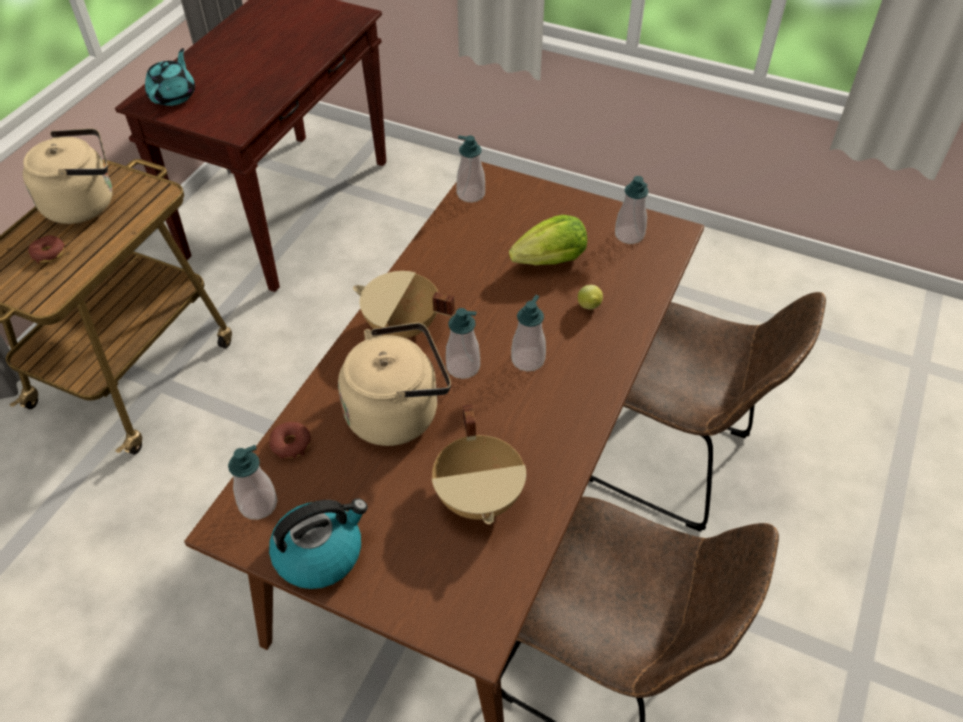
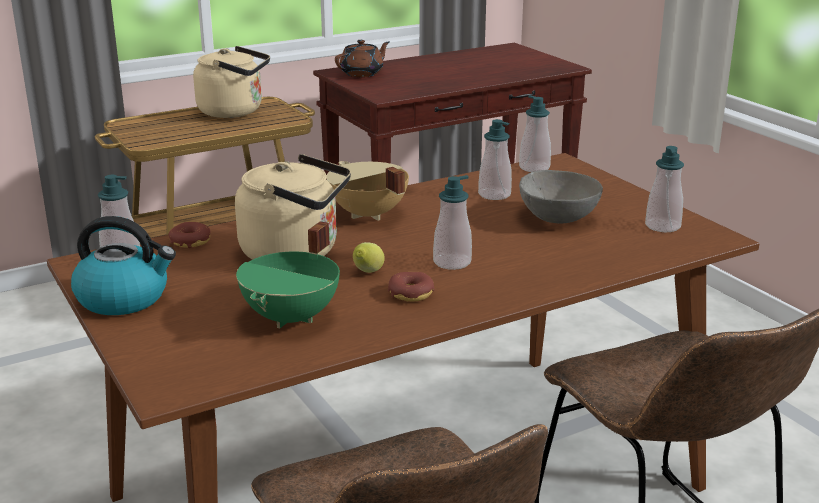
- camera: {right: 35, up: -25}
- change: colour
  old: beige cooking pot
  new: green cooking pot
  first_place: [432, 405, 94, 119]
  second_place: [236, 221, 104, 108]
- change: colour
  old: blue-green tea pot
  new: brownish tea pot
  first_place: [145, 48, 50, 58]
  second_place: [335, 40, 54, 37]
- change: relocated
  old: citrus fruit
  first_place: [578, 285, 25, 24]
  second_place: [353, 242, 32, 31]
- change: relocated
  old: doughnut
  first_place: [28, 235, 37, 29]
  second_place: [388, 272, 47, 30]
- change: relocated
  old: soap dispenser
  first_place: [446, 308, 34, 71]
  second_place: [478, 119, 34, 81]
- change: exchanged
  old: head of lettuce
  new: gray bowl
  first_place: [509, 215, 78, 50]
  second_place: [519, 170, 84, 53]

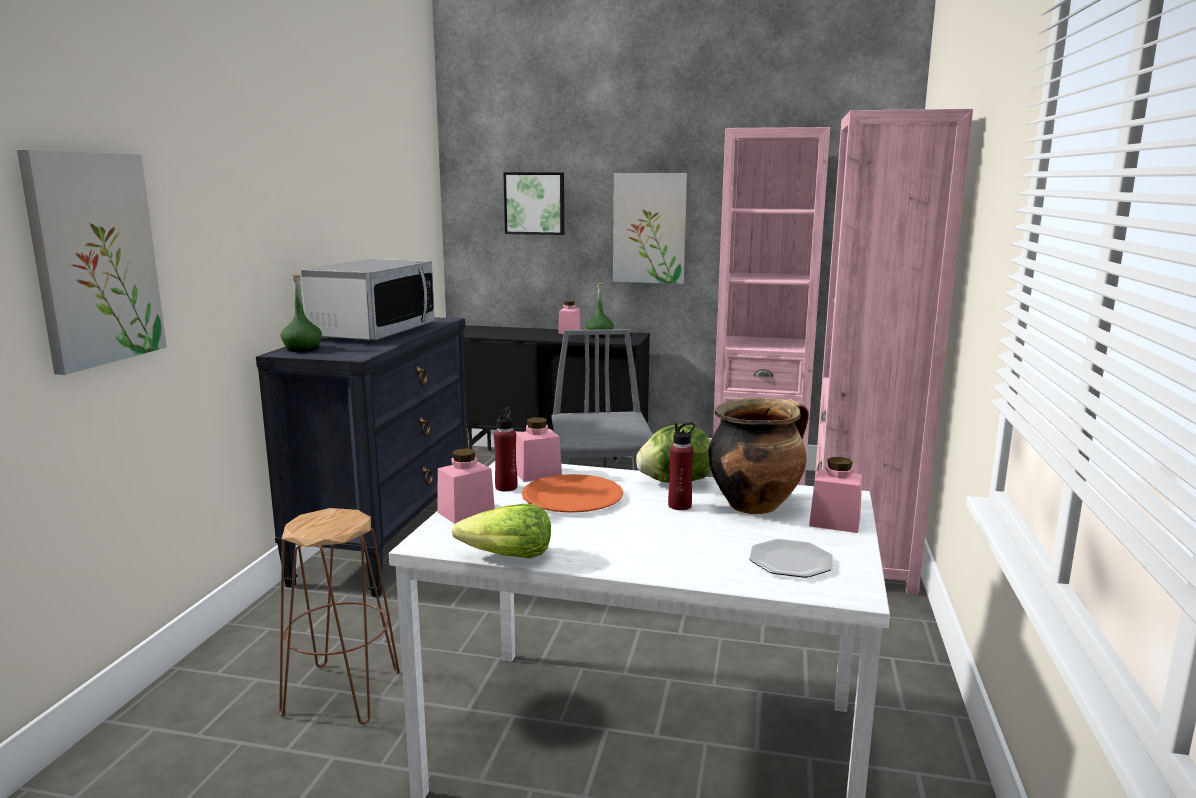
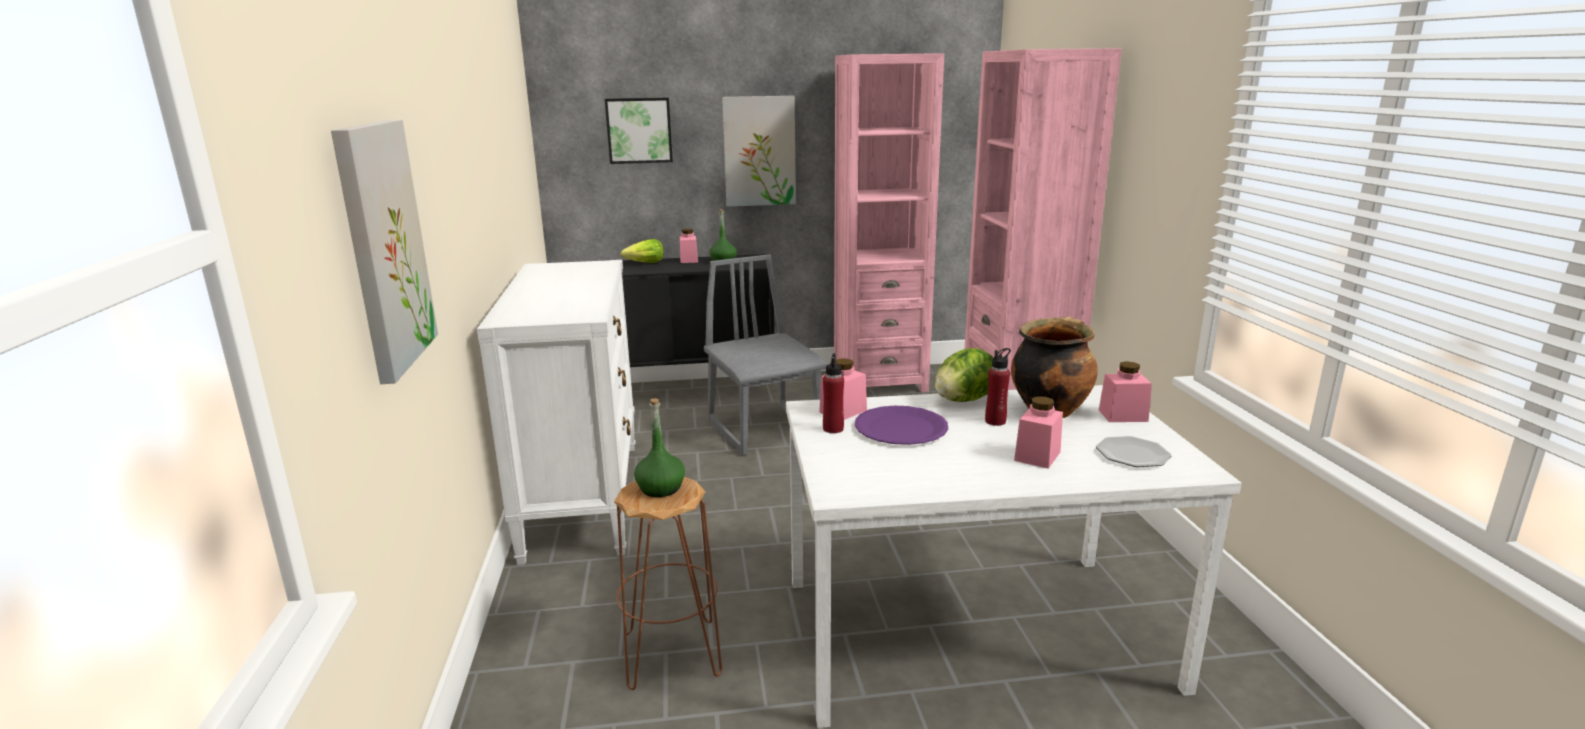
- camera: {right: -20, up: 5}
- change: colour
  old: blackish drawer chest
  new: whitish drawer chest
  first_place: [256, 317, 212, 280]
  second_place: [477, 260, 158, 305]
- change: relocated
  old: head of lettuce
  first_place: [452, 504, 99, 54]
  second_place: [621, 239, 43, 24]
- change: relocated
  old: green drink bottle
  first_place: [281, 274, 41, 78]
  second_place: [634, 398, 51, 99]
- change: colour
  old: orange-coloured dinner plate
  new: purple-coloured dinner plate
  first_place: [522, 474, 101, 39]
  second_place: [855, 406, 93, 39]
- change: relocated
  old: pink storage jar
  first_place: [438, 448, 57, 76]
  second_place: [1014, 396, 49, 73]
- change: missing
  old: microwave oven
  first_place: [301, 259, 134, 83]

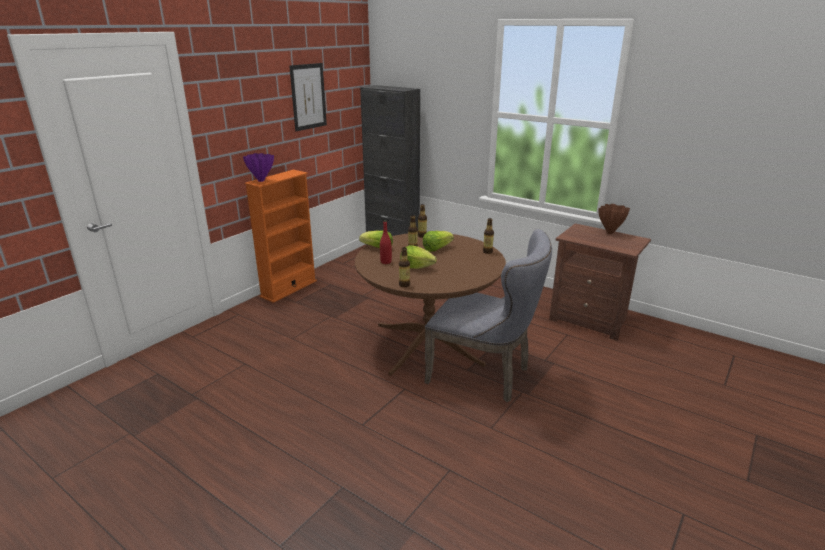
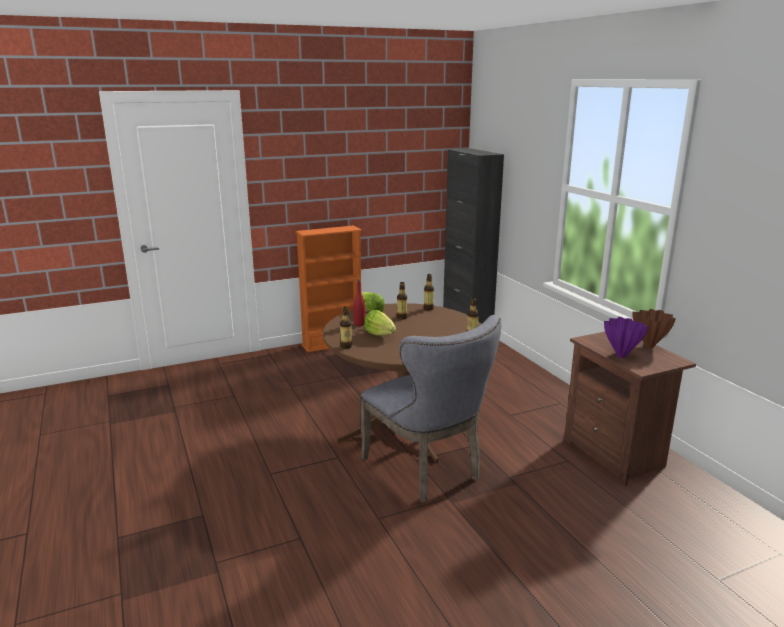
- camera: {right: 30, up: -5}
- change: relocated
  old: purple-coloured vase
  first_place: [243, 153, 31, 29]
  second_place: [604, 317, 45, 41]
- change: missing
  old: picture
  first_place: [289, 63, 38, 68]
- change: missing
  old: head of lettuce
  first_place: [423, 231, 31, 21]

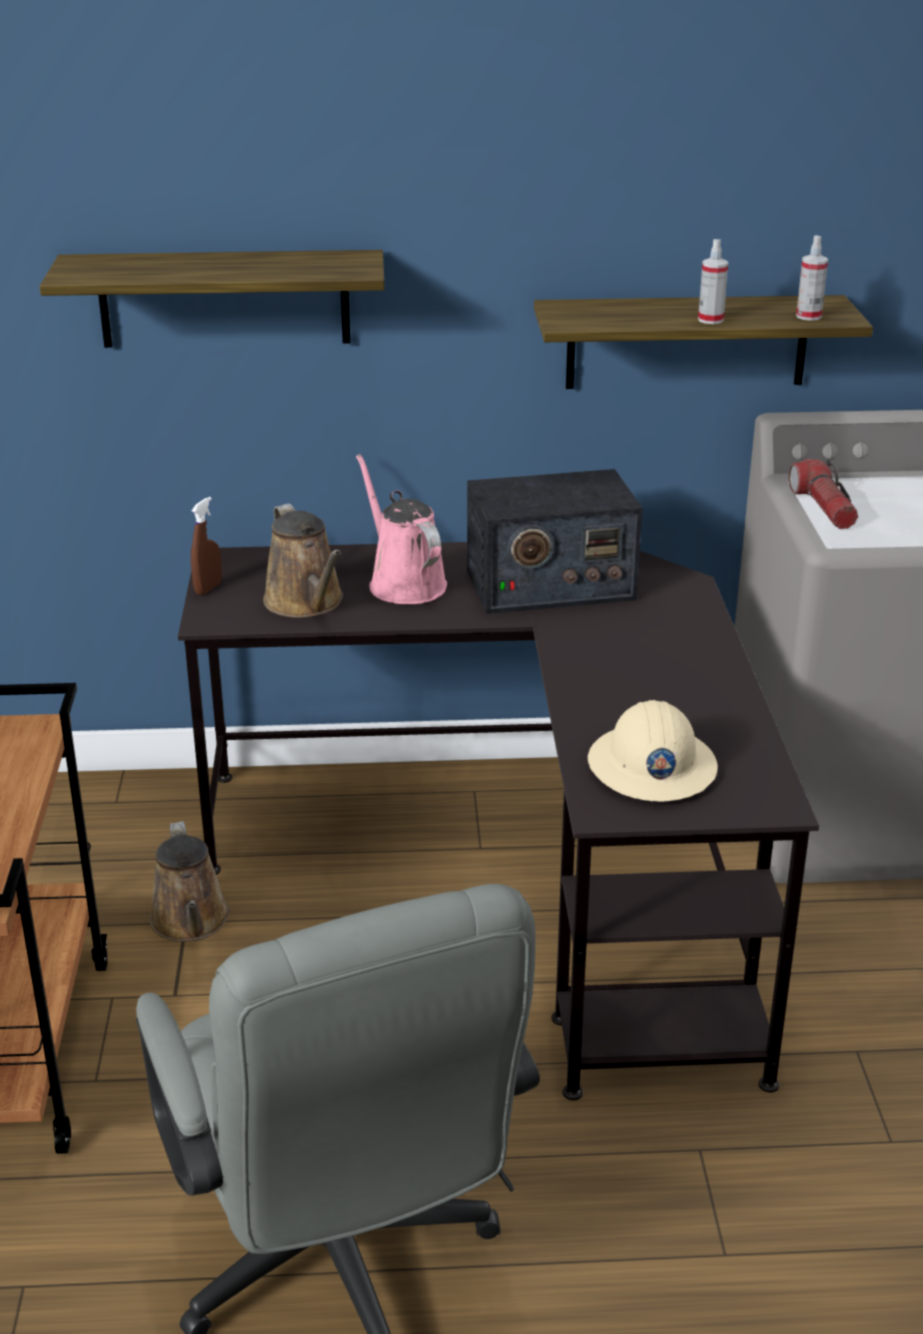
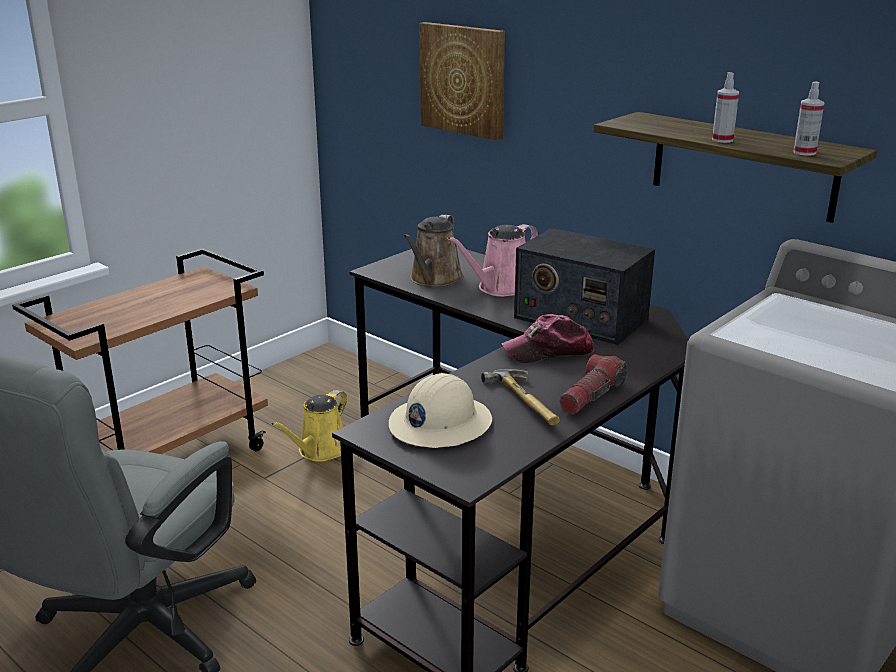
- camera: {right: 45, up: -5}
- change: colour
  old: brownish sprinkling can
  new: yellow-coloured sprinkling can
  first_place: [150, 821, 80, 121]
  second_place: [271, 390, 76, 72]
- change: exchanged
  old: bracket shelf
  new: picture
  first_place: [40, 250, 344, 98]
  second_place: [419, 22, 86, 118]
- change: spun
  old: pink sprinkling can
  first_place: [356, 454, 91, 150]
  second_place: [447, 224, 91, 73]
  degrees: -150
- change: appeared
  new: hammer
  second_place: [481, 369, 79, 56]
- change: appeared
  new: cap
  second_place: [501, 314, 93, 49]
- change: relocated
  old: flashlight
  first_place: [789, 459, 69, 70]
  second_place: [559, 354, 68, 60]
- change: missing
  old: brownish hand sprayer
  first_place: [191, 497, 31, 98]

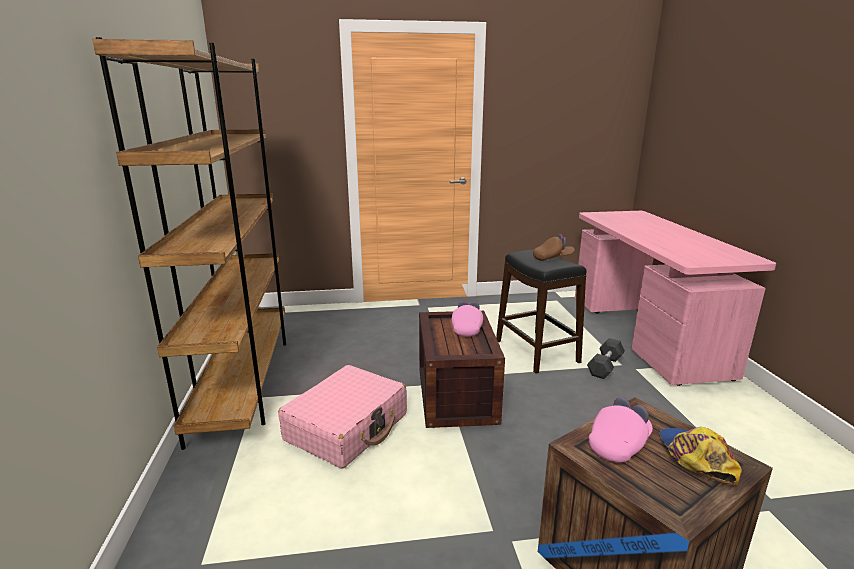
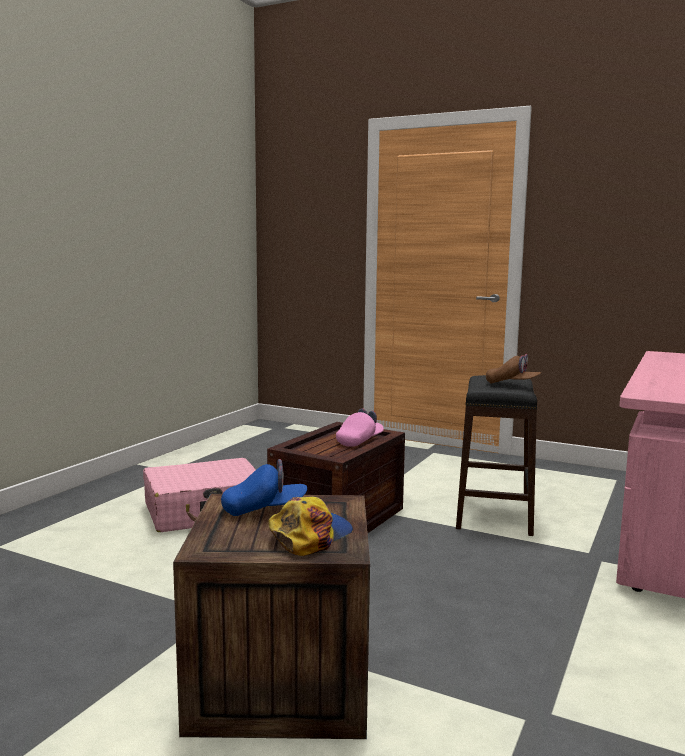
- camera: {right: 35, up: -10}
- change: colour
  old: pink cap
  new: blue cap
  first_place: [589, 397, 64, 66]
  second_place: [221, 459, 86, 57]
- change: missing
  old: brownish bookshelf
  first_place: [92, 37, 194, 413]
- change: missing
  old: blackish free weight
  first_place: [587, 338, 38, 41]

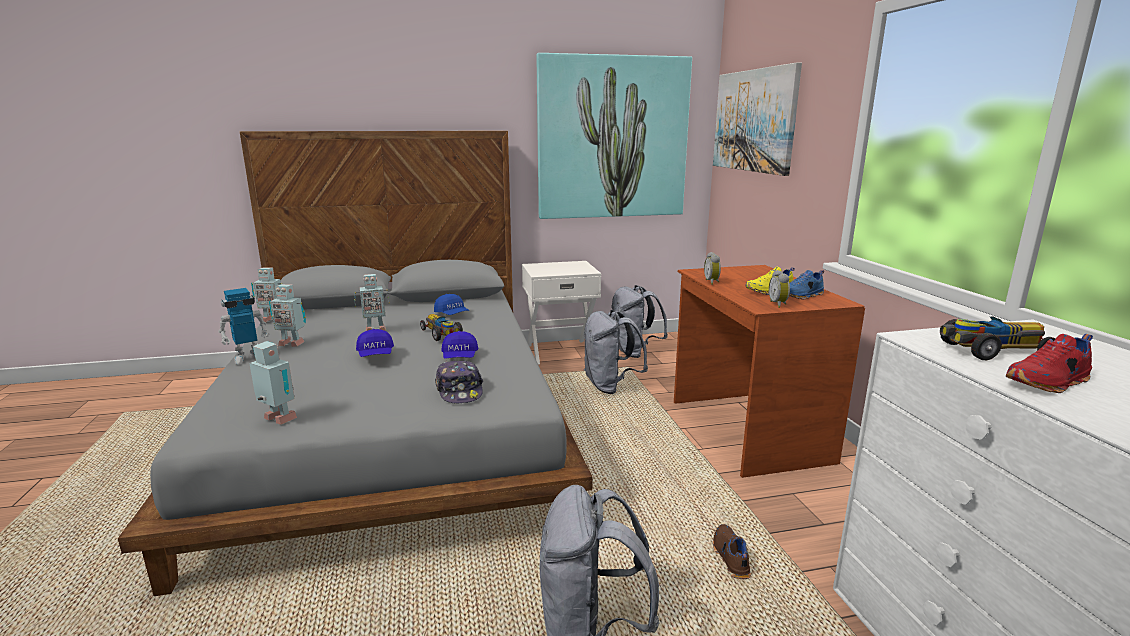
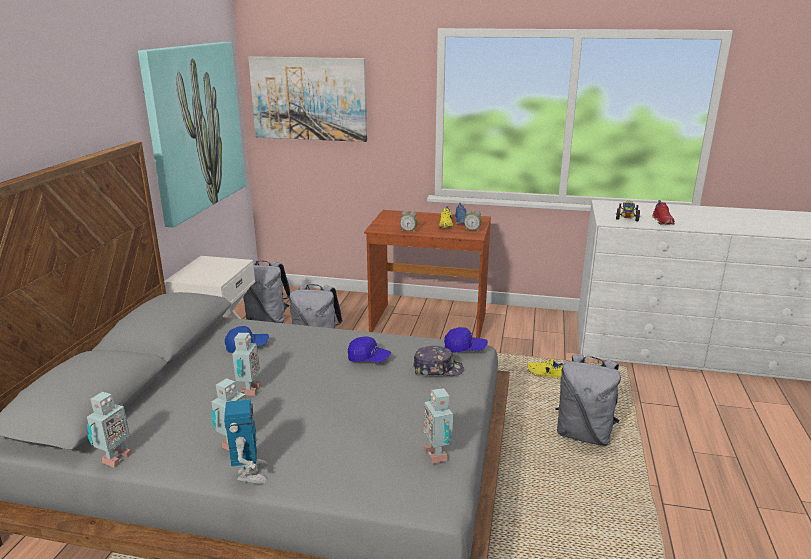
- camera: {right: -65, up: 5}
- change: spun
  old: robot figure
  first_place: [249, 341, 48, 84]
  second_place: [423, 388, 30, 76]
  degrees: -75
- change: relocated
  old: blue cap
  first_place: [356, 329, 38, 28]
  second_place: [444, 327, 44, 25]
- change: colour
  old: brownish low shoe
  new: yellow-coloured low shoe
  first_place: [713, 524, 38, 55]
  second_place: [527, 359, 37, 20]
- change: missing
  old: toy car
  first_place: [420, 314, 43, 27]

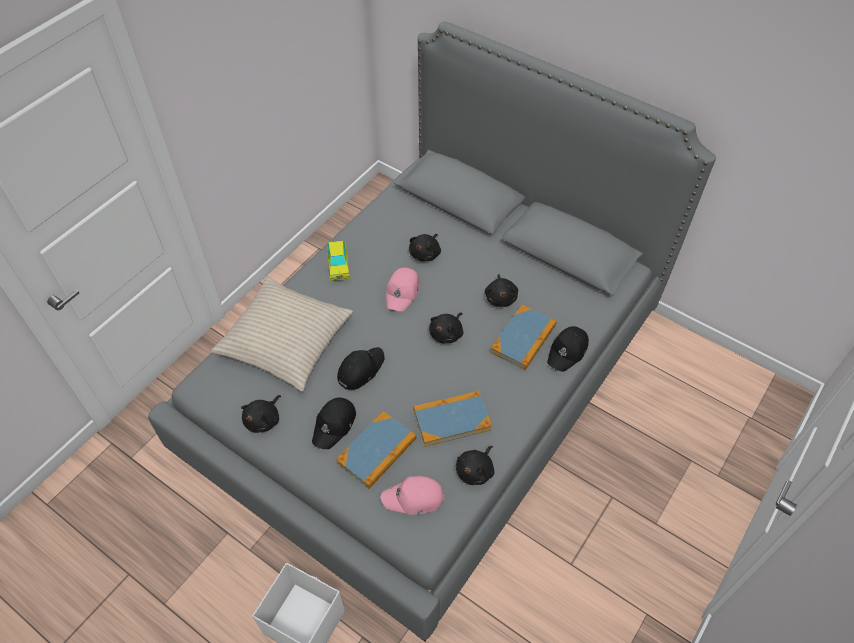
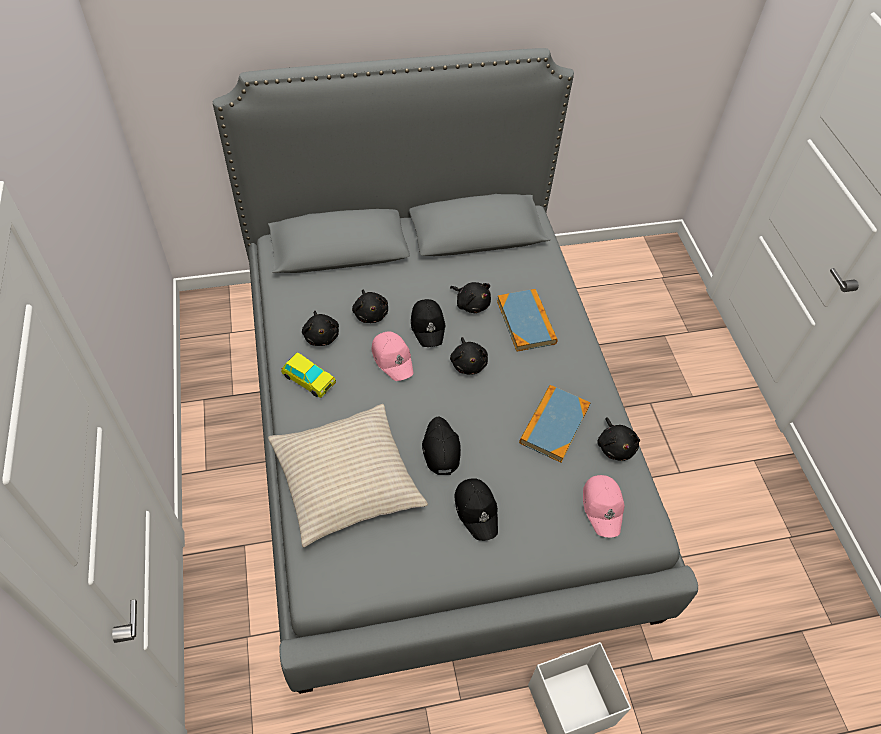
- camera: {right: -50, up: 0}
- change: relocated
  old: blackish soft toy
  first_place: [241, 395, 40, 38]
  second_place: [302, 311, 37, 35]
- change: relocated
  old: blackish cap
  first_place: [547, 326, 42, 46]
  second_place: [411, 299, 35, 48]
- change: spun
  old: pink cap
  first_place: [381, 476, 63, 39]
  second_place: [583, 475, 41, 62]
  degrees: -45
- change: missing
  old: volume
  first_place: [336, 411, 80, 78]

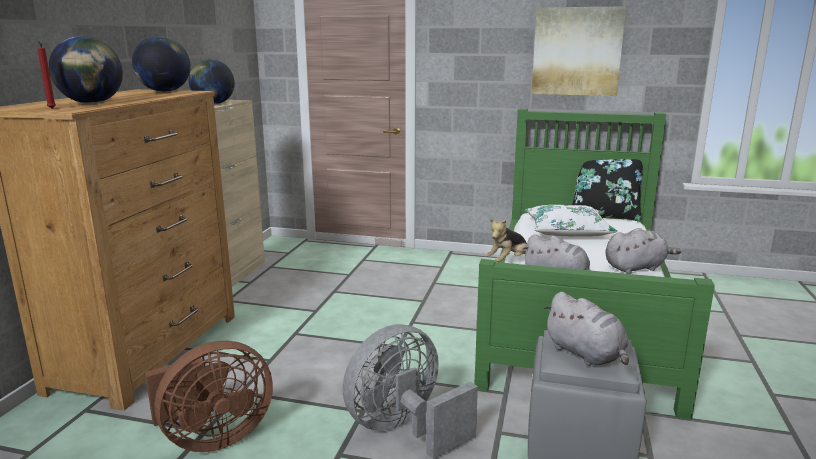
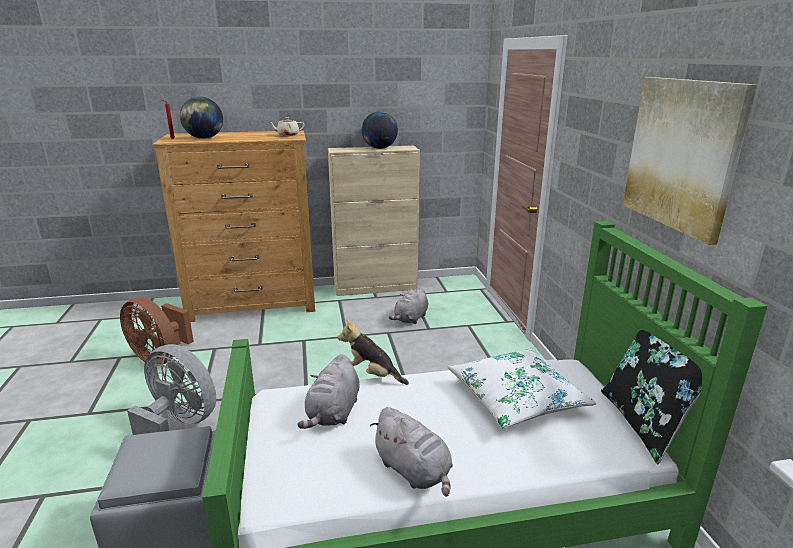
- camera: {right: 65, up: 5}
- change: exchanged
  old: globe
  new: beige tea pot
  first_place: [132, 36, 59, 56]
  second_place: [269, 117, 36, 19]
- change: relocated
  old: gray soft toy
  first_place: [543, 292, 86, 74]
  second_place: [389, 286, 39, 38]

